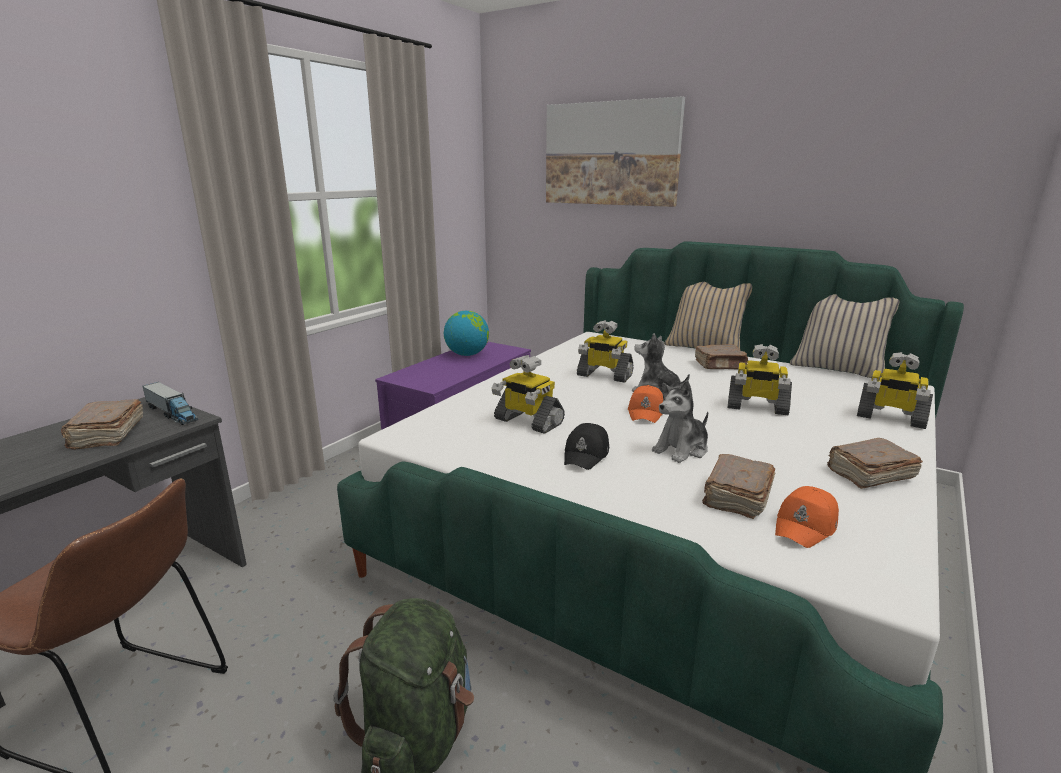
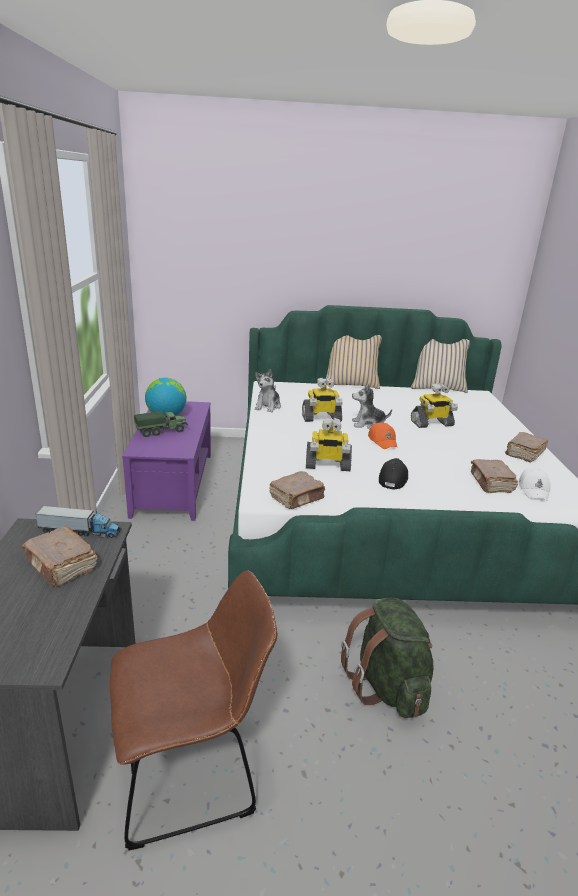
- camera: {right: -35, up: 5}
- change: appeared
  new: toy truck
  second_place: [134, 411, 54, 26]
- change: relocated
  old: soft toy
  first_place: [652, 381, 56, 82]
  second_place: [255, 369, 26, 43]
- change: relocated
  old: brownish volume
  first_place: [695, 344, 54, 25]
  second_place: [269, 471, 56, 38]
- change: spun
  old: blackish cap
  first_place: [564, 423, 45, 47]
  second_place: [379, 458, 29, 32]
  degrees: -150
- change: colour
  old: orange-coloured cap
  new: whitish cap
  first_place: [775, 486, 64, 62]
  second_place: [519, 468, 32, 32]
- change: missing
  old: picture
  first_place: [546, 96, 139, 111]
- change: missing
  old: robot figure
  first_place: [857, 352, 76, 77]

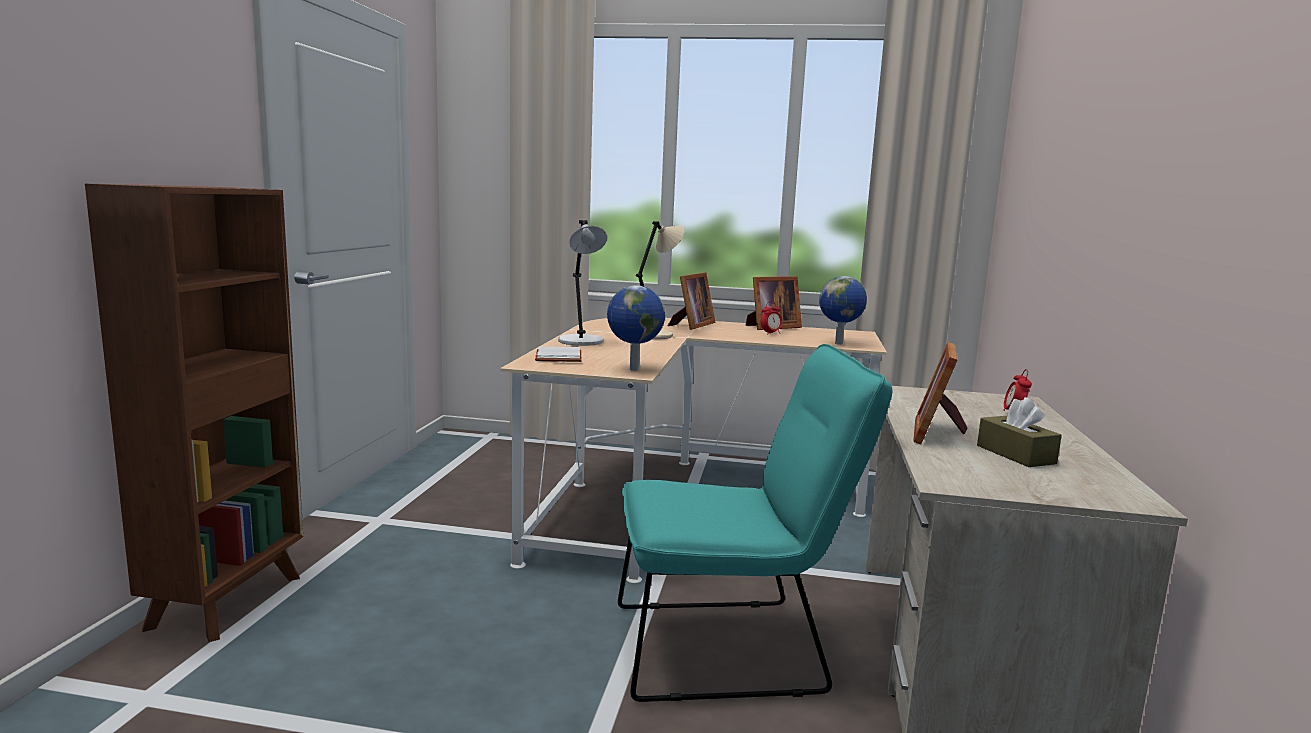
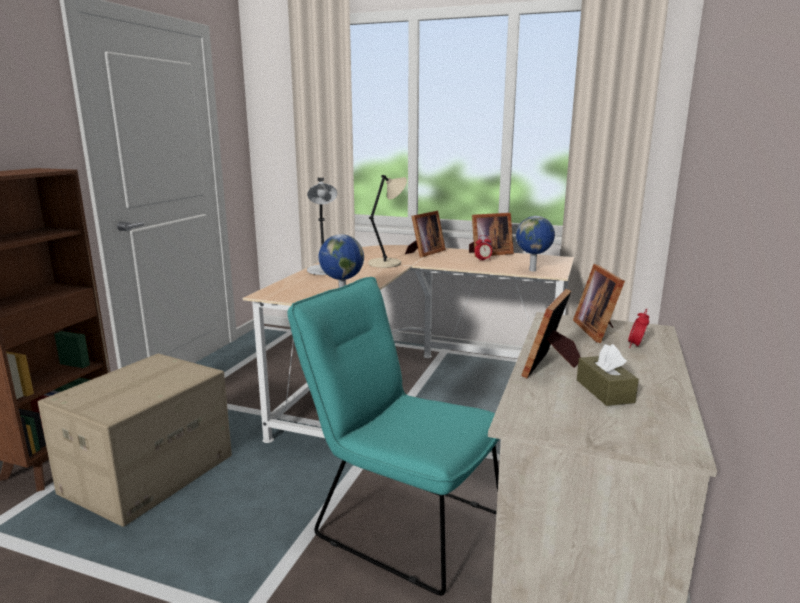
- camera: {right: 10, up: 5}
- change: appeared
  new: cardboard box
  second_place: [38, 353, 194, 174]
- change: spun
  old: blue-green plain chair
  first_place: [618, 344, 274, 358]
  second_place: [287, 277, 212, 319]
  degrees: -150
- change: appeared
  new: photo frame
  second_place: [573, 264, 52, 79]
- change: missing
  old: whitish volume
  first_place: [535, 347, 47, 15]

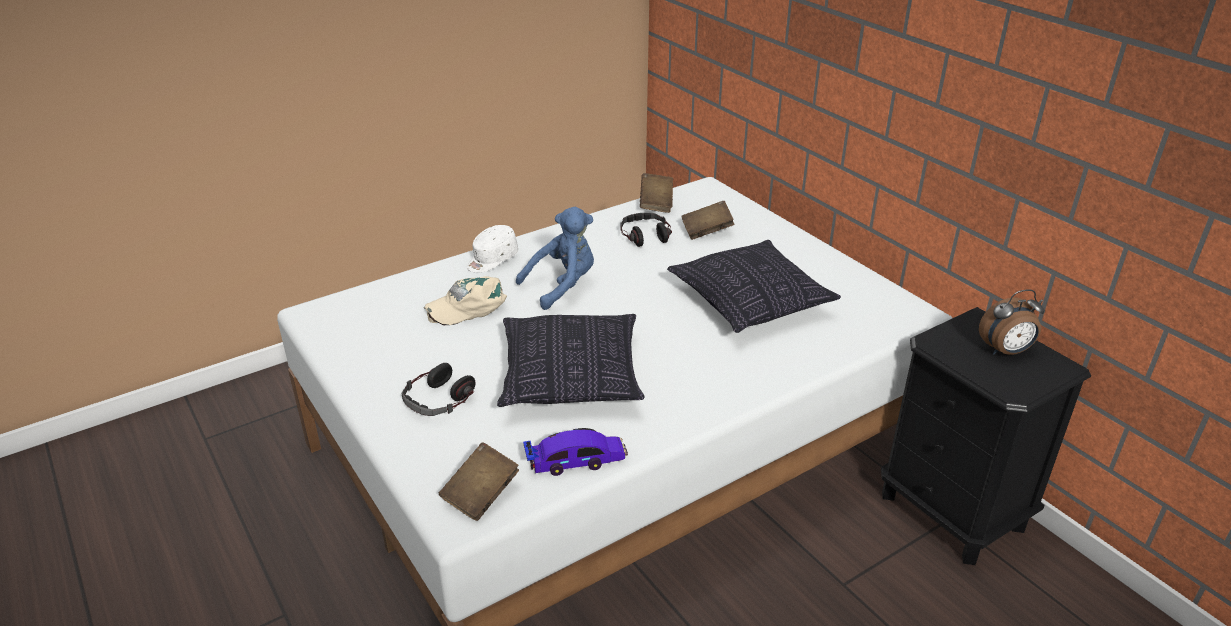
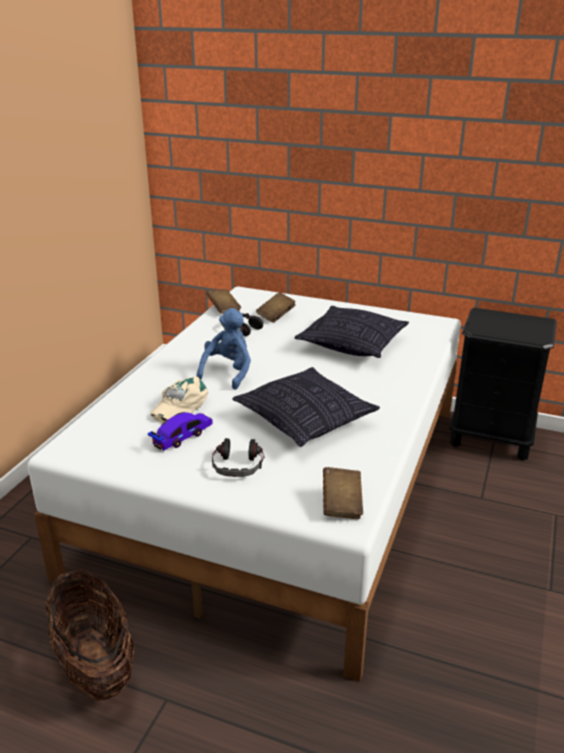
- camera: {right: -35, up: -5}
- change: appeared
  new: storage basket
  second_place: [46, 570, 89, 131]
- change: relocated
  old: toy car
  first_place: [523, 428, 105, 48]
  second_place: [148, 412, 65, 38]
- change: missing
  old: whitish cap
  first_place: [467, 225, 51, 48]
- change: missing
  old: alarm clock
  first_place: [979, 290, 66, 65]

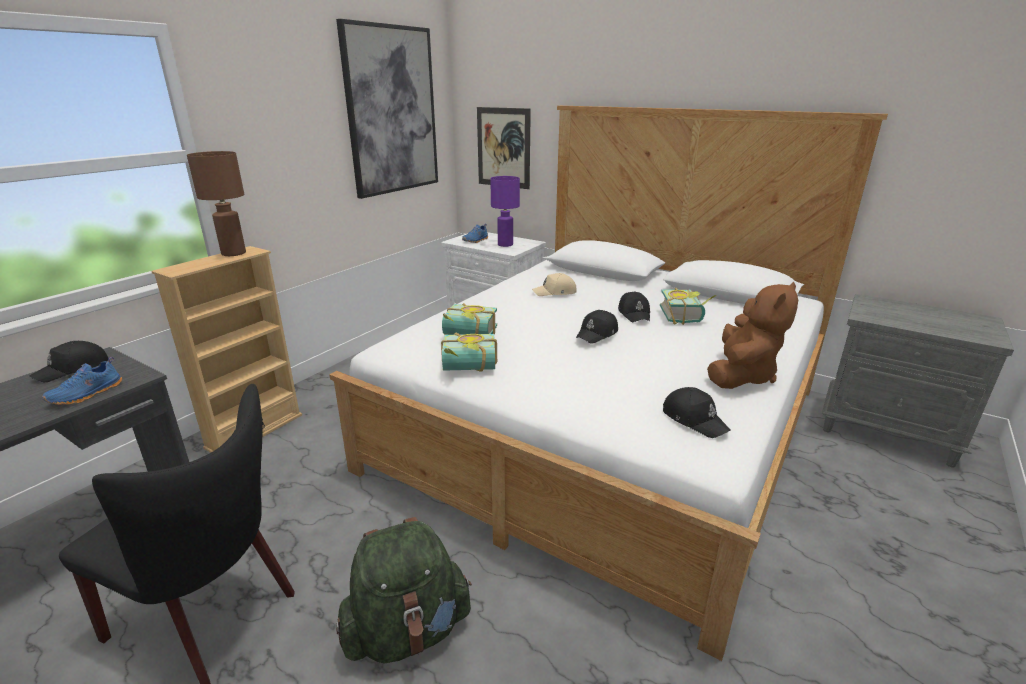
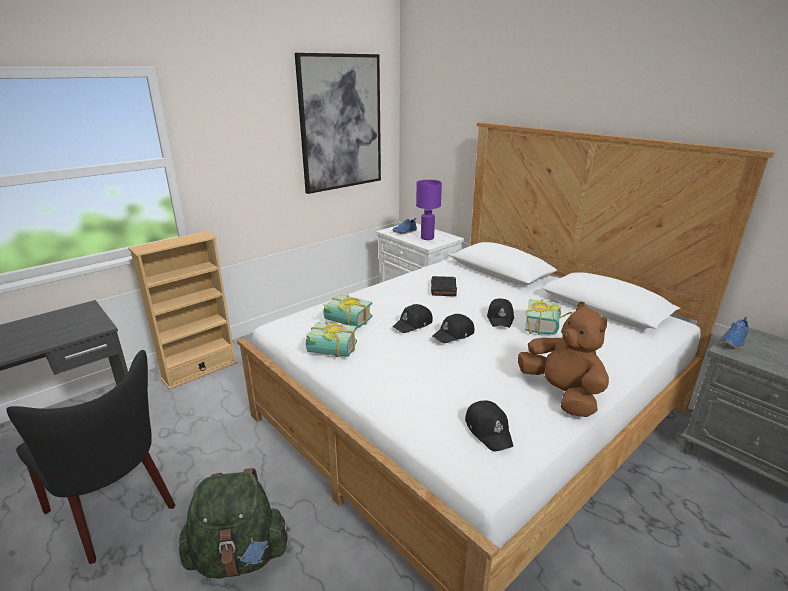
- camera: {right: 15, up: 0}
- change: relocated
  old: blackish cap
  first_place: [30, 341, 78, 41]
  second_place: [393, 304, 40, 29]
- change: exchanged
  old: beige cap
  new: blackish volume
  first_place: [532, 273, 45, 23]
  second_place: [431, 276, 26, 20]
- change: spun
  old: brownish soft toy
  first_place: [707, 282, 91, 107]
  second_place: [518, 302, 91, 115]
  degrees: -75
- change: relocated
  old: blue low shoe
  first_place: [42, 357, 80, 48]
  second_place: [721, 317, 28, 32]
- change: missing
  old: brownish table lamp
  first_place: [187, 151, 59, 105]
- change: missing
  old: picture
  first_place: [477, 107, 54, 82]

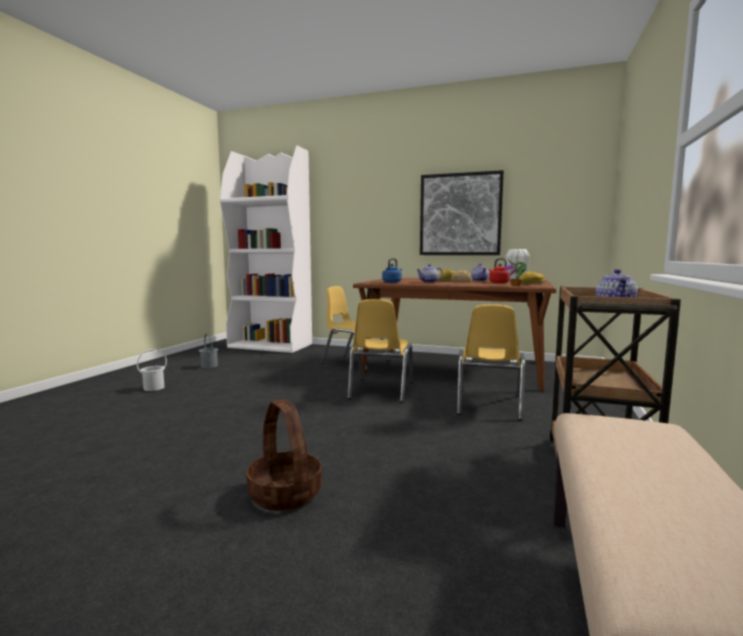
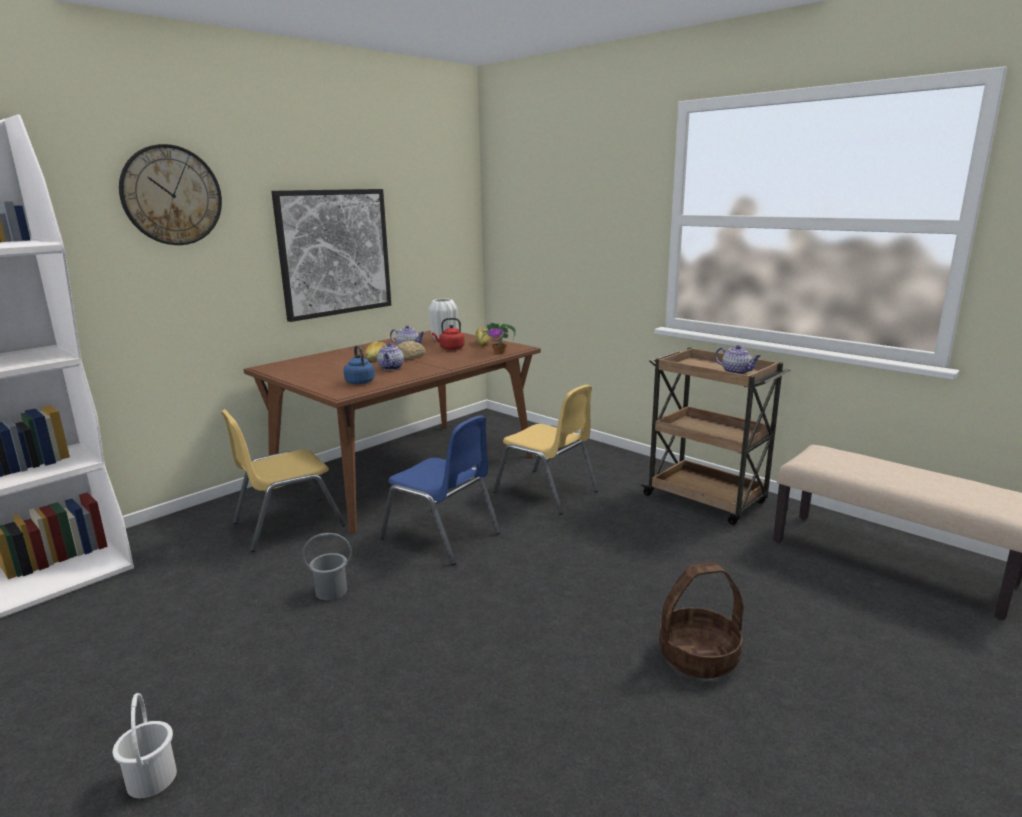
- camera: {right: -65, up: 10}
- change: appeared
  new: clock on the wall
  second_place: [119, 144, 103, 101]
- change: relocated
  old: gray pail
  first_place: [199, 333, 19, 35]
  second_place: [302, 533, 50, 67]
- change: colour
  old: yellow-coloured plain chair
  new: blue plain chair
  first_place: [347, 299, 66, 104]
  second_place: [379, 415, 122, 150]

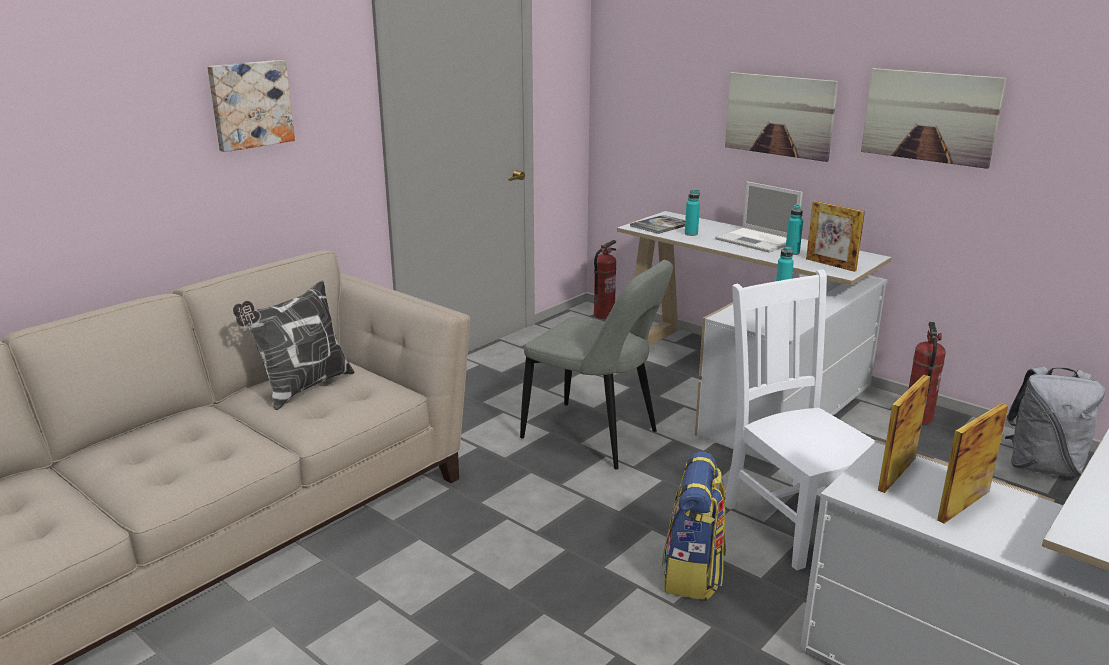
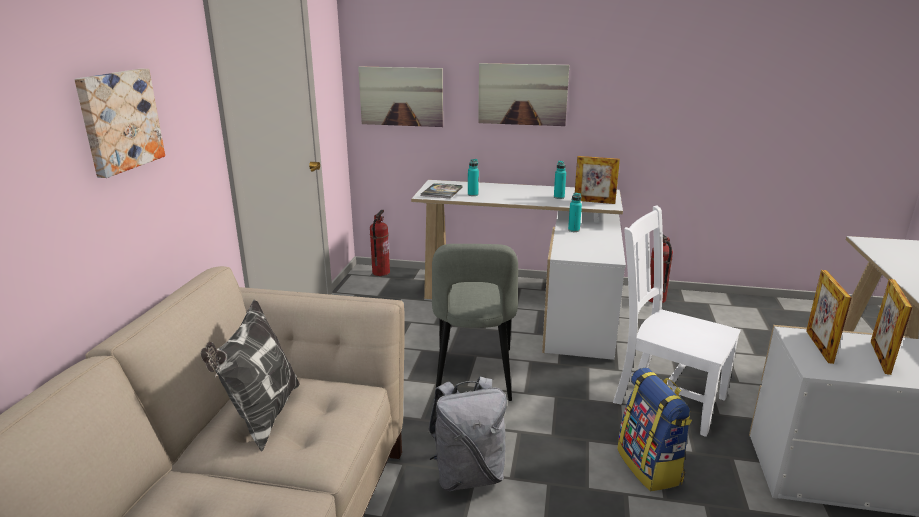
- camera: {right: -30, up: 0}
- change: relocated
  old: picture
  first_place: [861, 68, 145, 101]
  second_place: [358, 66, 85, 61]
- change: relocated
  old: gray backpack
  first_place: [1005, 366, 100, 111]
  second_place: [428, 377, 79, 114]
- change: spun
  old: gray plain chair
  first_place: [520, 260, 153, 210]
  second_place: [432, 244, 86, 157]
  degrees: 90
- change: missing
  old: notebook computer
  first_place: [715, 181, 88, 72]

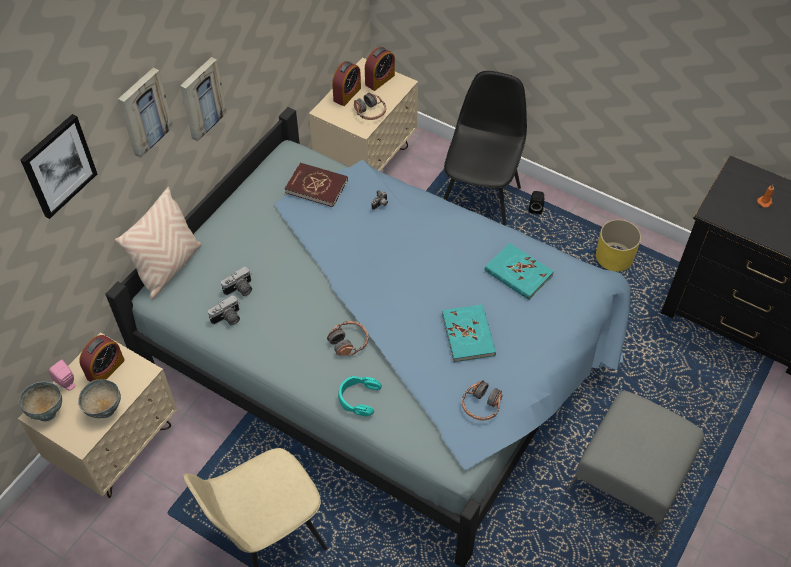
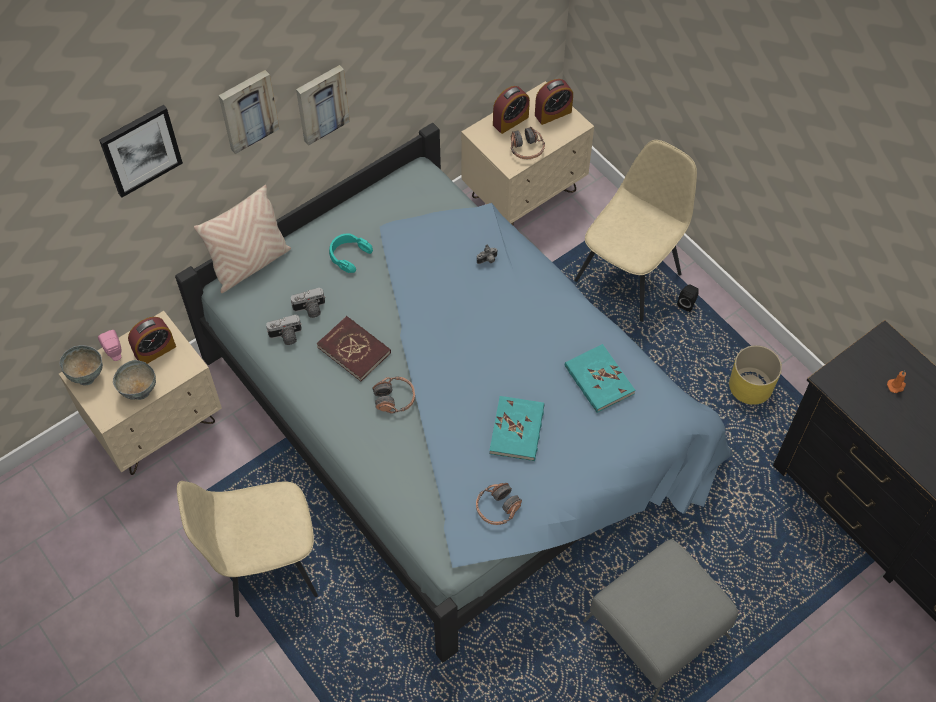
- camera: {right: 20, up: 5}
- change: relocated
  old: reddish volume
  first_place: [285, 163, 63, 44]
  second_place: [317, 316, 74, 65]
- change: relocated
  old: blue-green headphones
  first_place: [338, 376, 44, 41]
  second_place: [329, 233, 44, 40]
- change: colour
  old: blackish plain chair
  new: beige plain chair
  first_place: [443, 71, 84, 155]
  second_place: [574, 140, 123, 182]

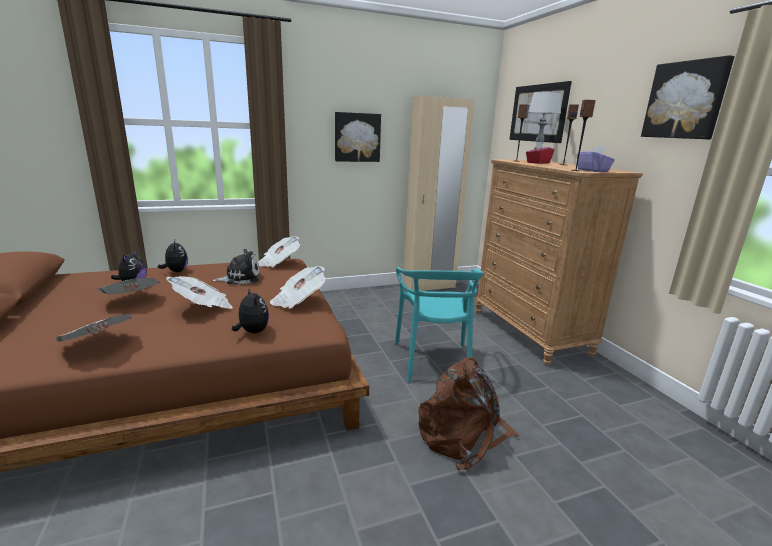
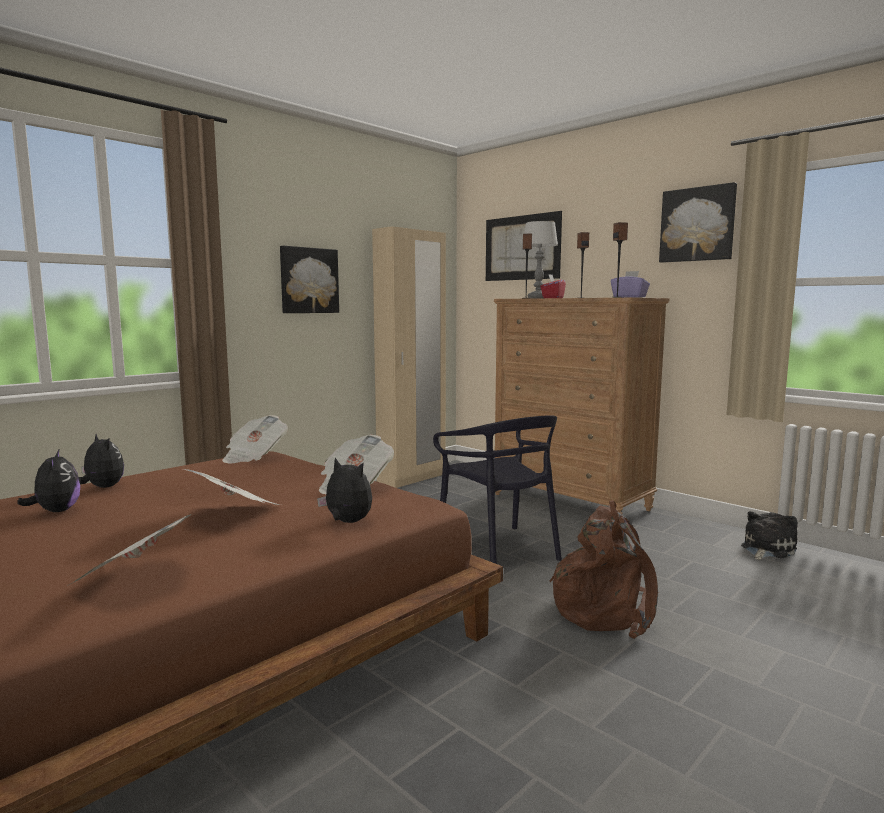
- camera: {right: -25, up: -10}
- change: colour
  old: blue-green plain chair
  new: blackish plain chair
  first_place: [395, 267, 89, 115]
  second_place: [433, 415, 129, 149]
- change: relocated
  old: soft toy
  first_place: [212, 249, 48, 35]
  second_place: [741, 511, 57, 49]
- change: missing
  old: daily paper
  first_place: [97, 278, 63, 16]

